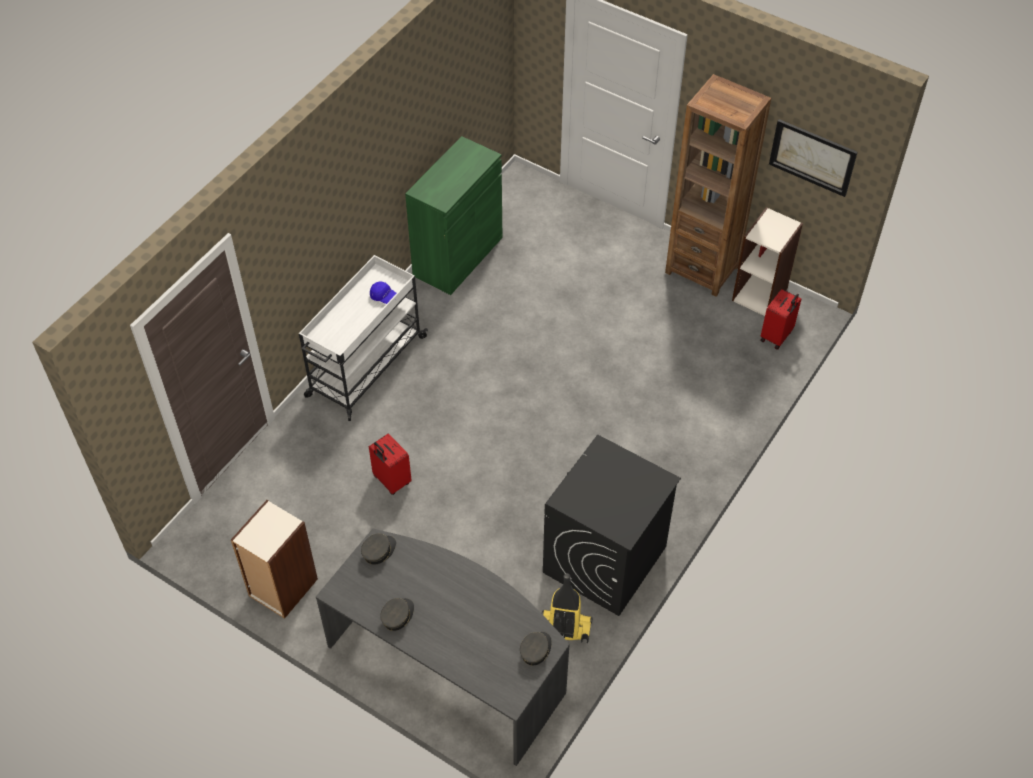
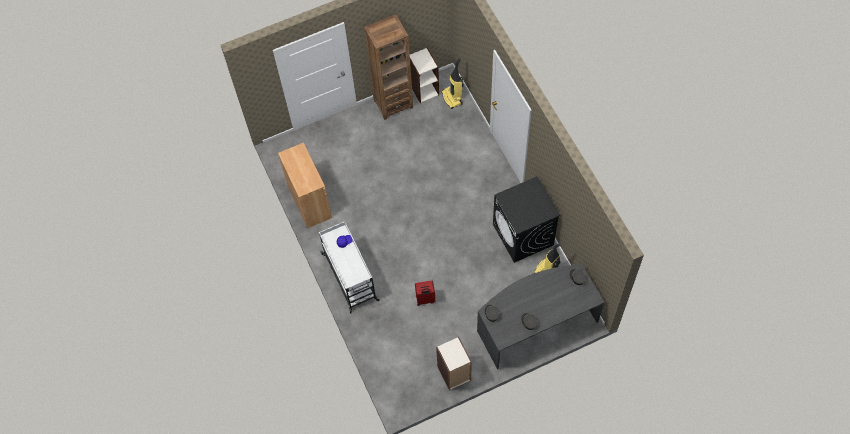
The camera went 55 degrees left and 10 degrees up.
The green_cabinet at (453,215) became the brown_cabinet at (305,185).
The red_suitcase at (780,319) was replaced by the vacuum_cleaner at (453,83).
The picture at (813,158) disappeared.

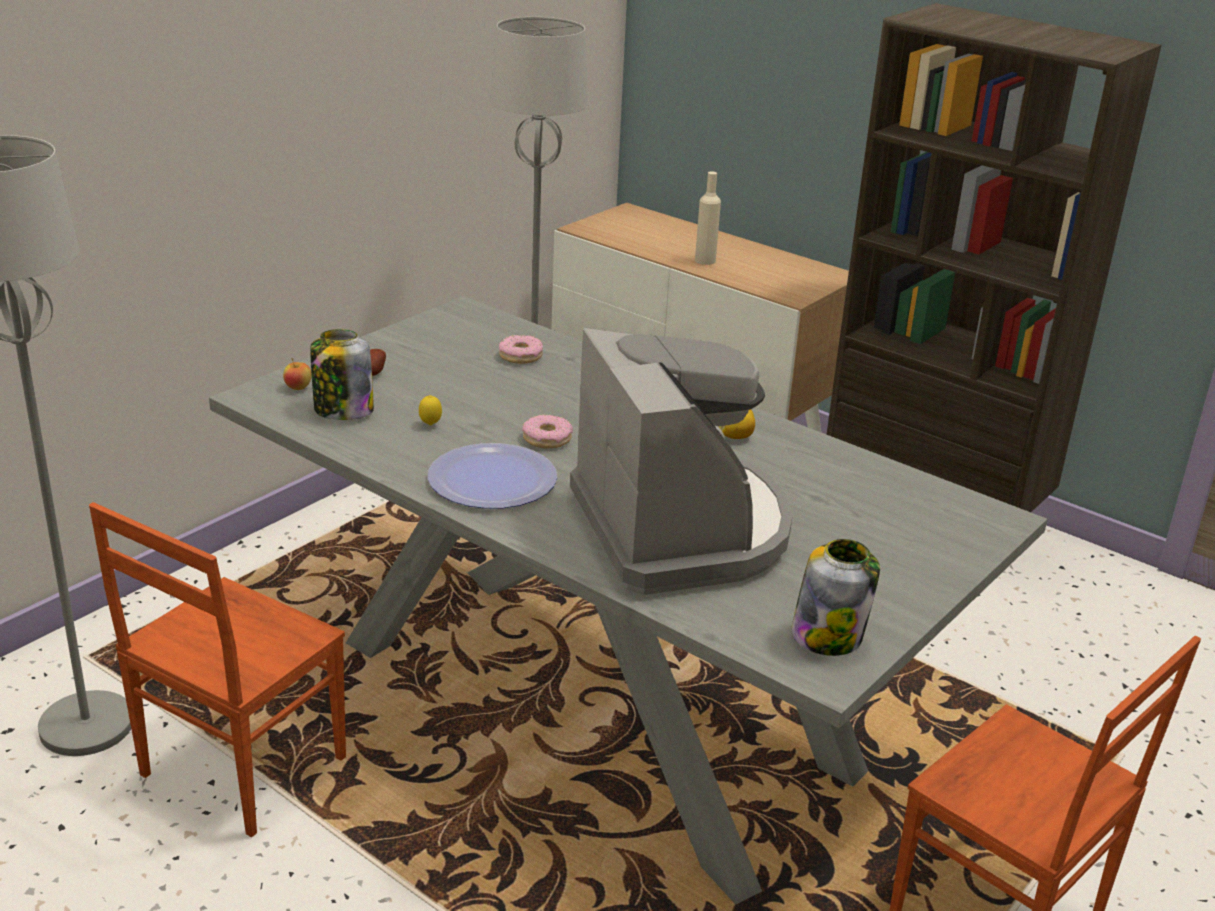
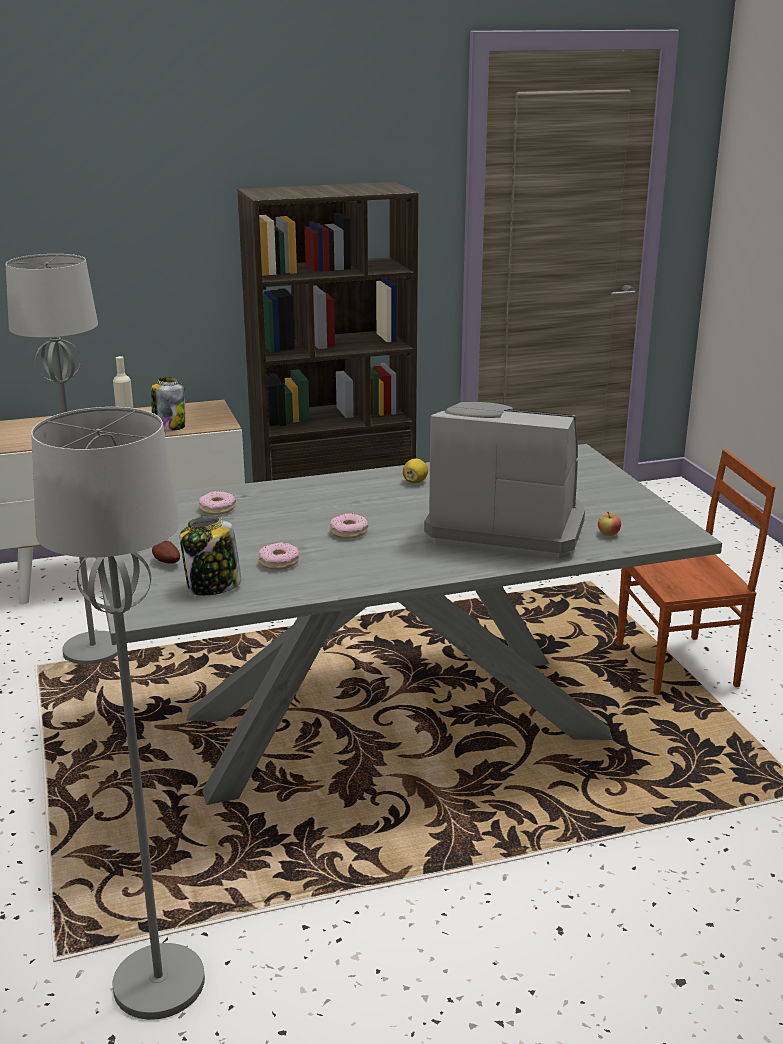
The camera went 55 degrees left and 5 degrees down.
The jar moved from (835,597) to (168,404).
The lemon at (430,410) was replaced by the donut at (279,556).
The apple moved from (297,374) to (609,524).
The brown_chair at (217,669) disappeared.
The plate at (492,476) disappeared.

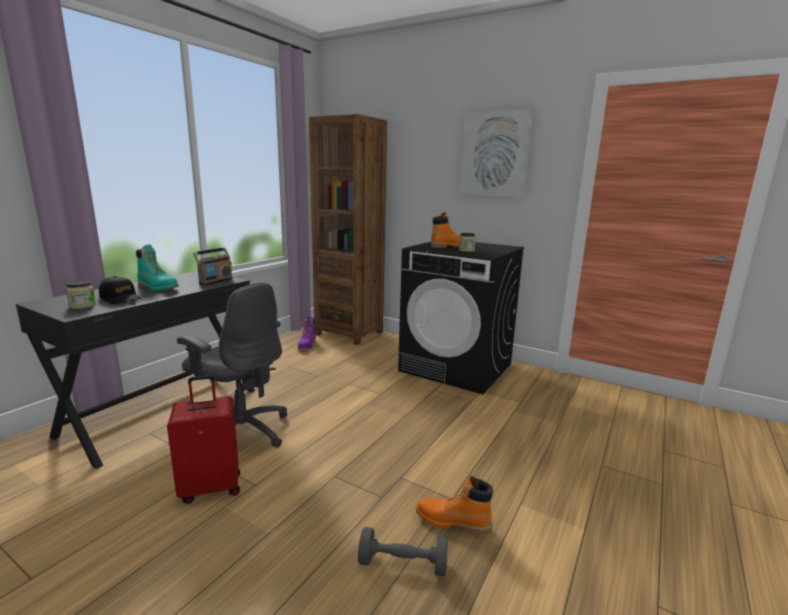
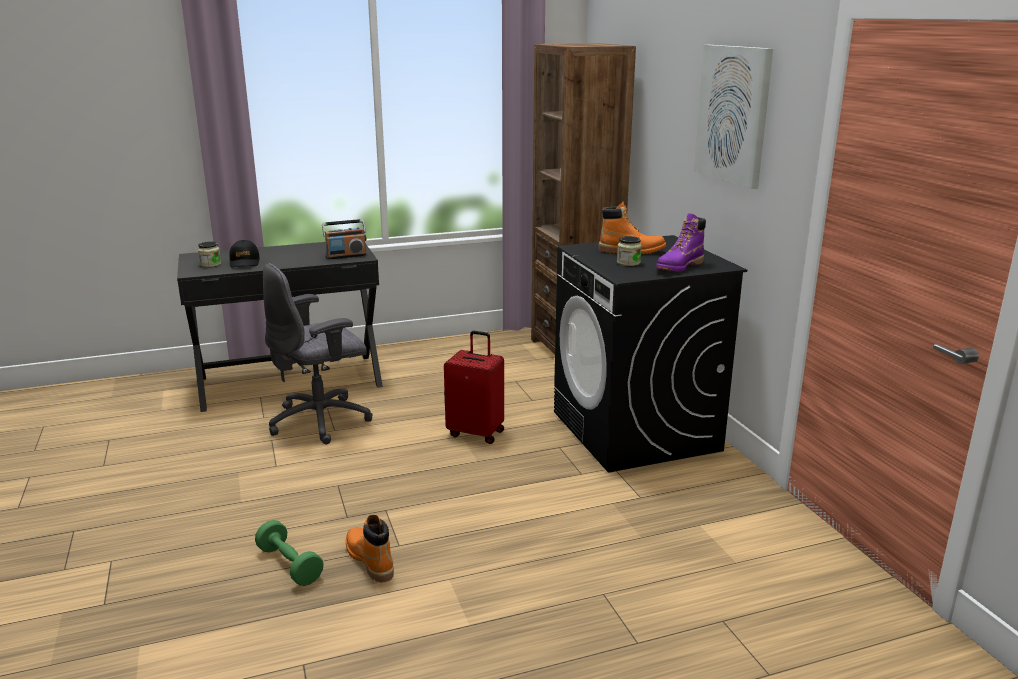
The camera went 40 degrees right and 5 degrees up.
The grey_dumbbell at (403,551) became the green_dumbbell at (289,553).
The grey_office_chair at (232,365) turned 75 degrees clockwise.
The red_suitcase moved from (203,439) to (474,387).
The purple_boot moved from (307,333) to (681,242).
The turquoise_boot at (157,268) disappeared.

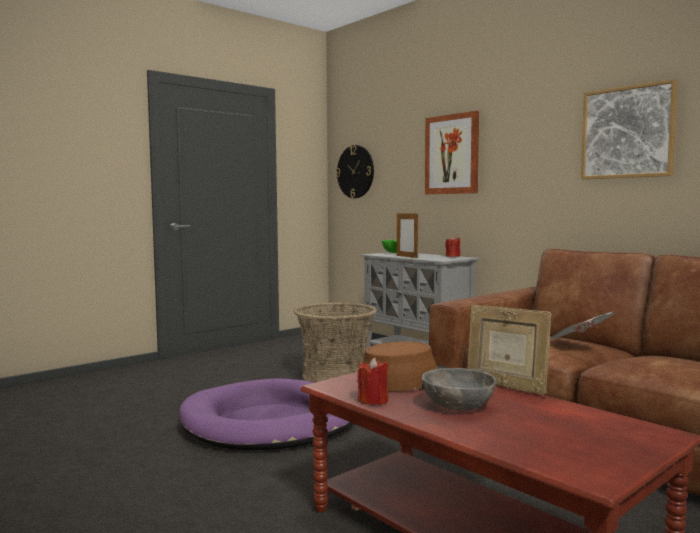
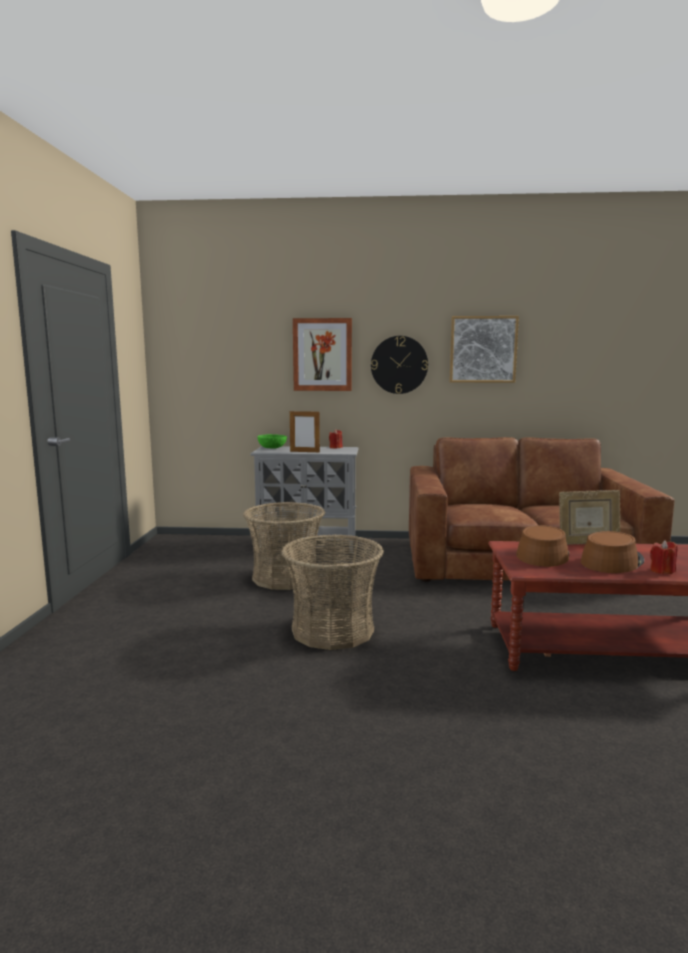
The camera went 45 degrees left and 5 degrees up.
The purple_dog_bed at (266,414) was replaced by the basket at (332,592).
The wall_clock moved from (355,171) to (399,365).
The grey_bowl at (459,389) was replaced by the brown_hat at (612,552).
The red_candle moved from (373,381) to (663,557).
The newspaper at (582,325) disappeared.

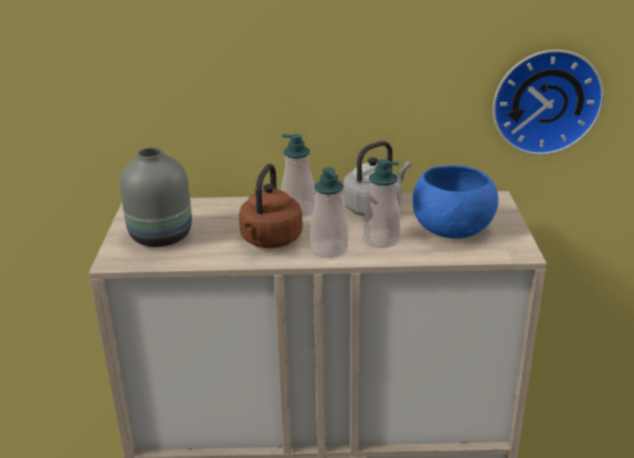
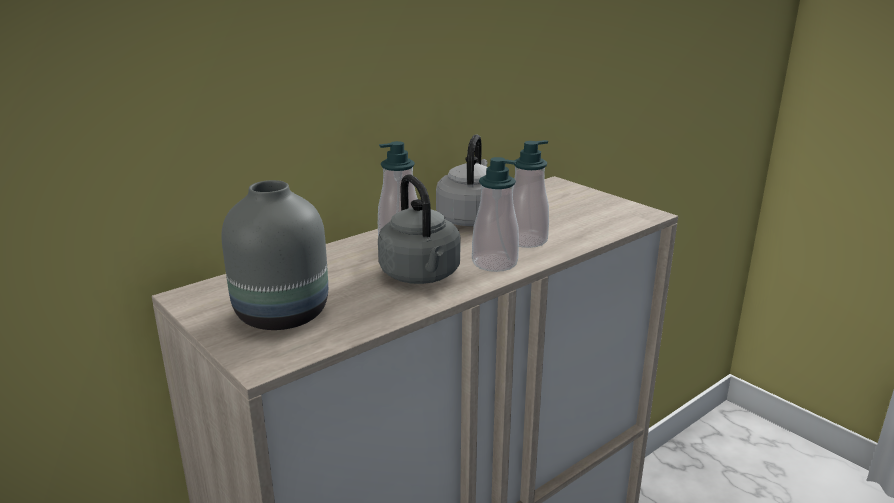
The camera went 40 degrees left and 5 degrees down.
The brown_kettle at (271,206) became the grey_kettle at (419,229).
The blue_bowl at (455,201) disappeared.
The wall_clock at (548,102) disappeared.

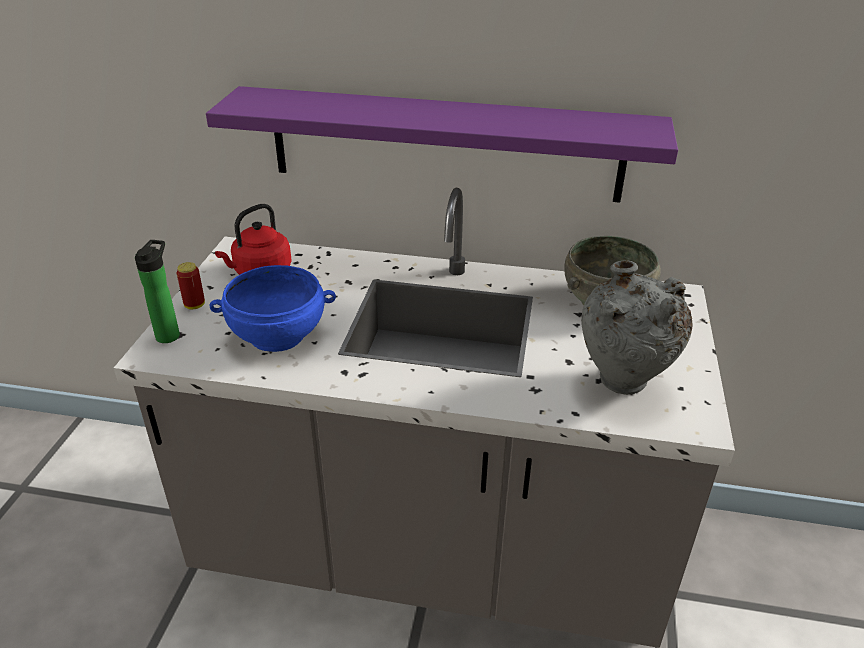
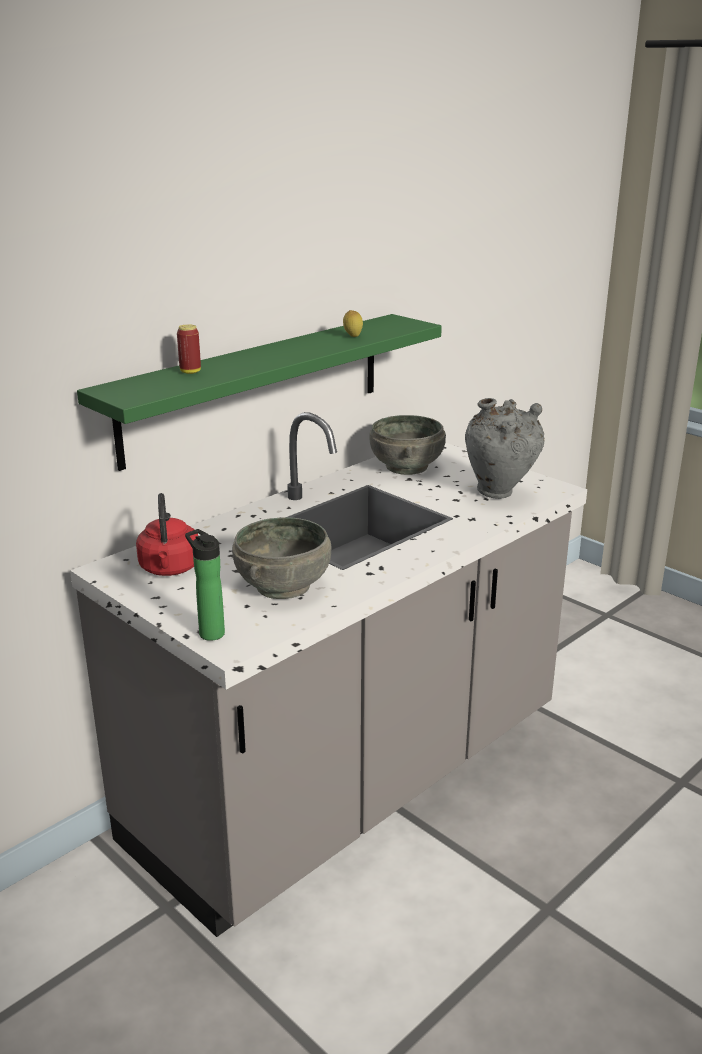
The camera went 55 degrees left and 10 degrees down.
The purple_shelf at (442,144) became the green_shelf at (259,392).
The can moved from (191,285) to (189,349).
The blue_bowl at (273,308) became the grey_bowl at (282,558).
The lemon at (353,323) appeared.

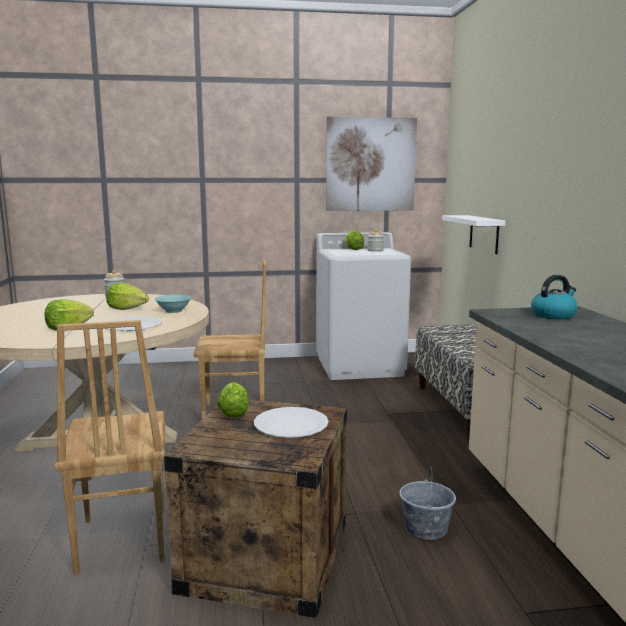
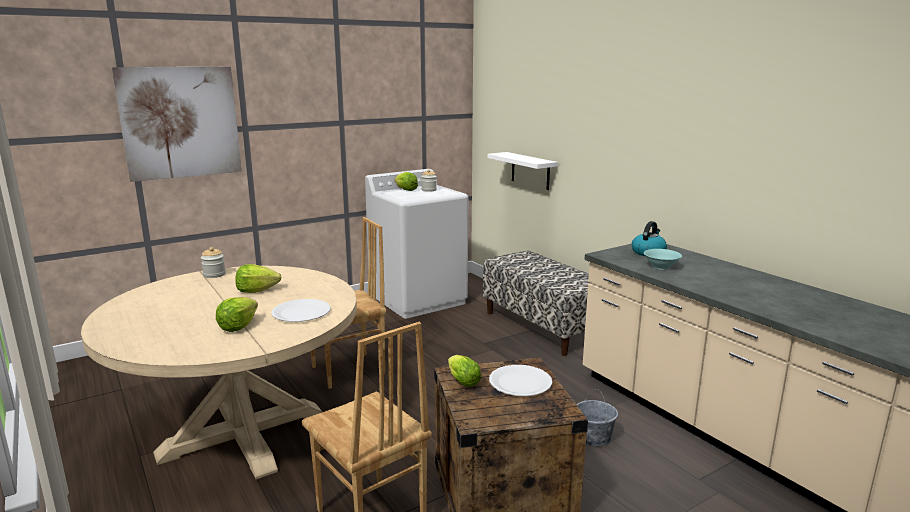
The camera went 25 degrees left and 5 degrees up.
The picture moved from (371,164) to (177,124).
The turquoise_bowl moved from (173,304) to (663,259).

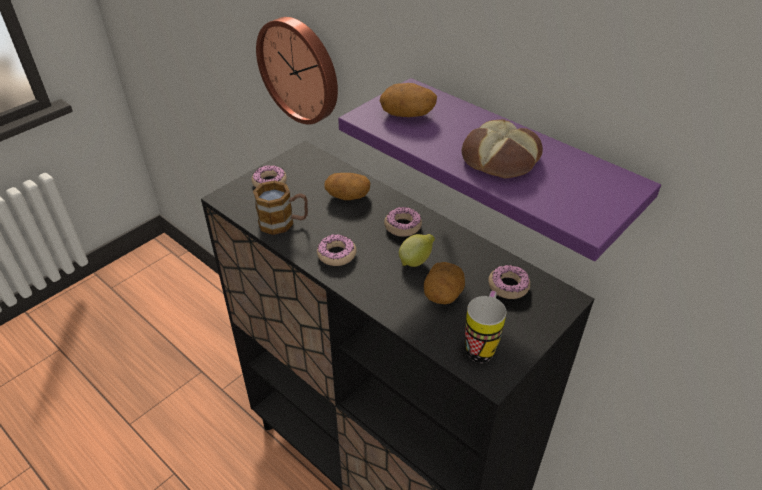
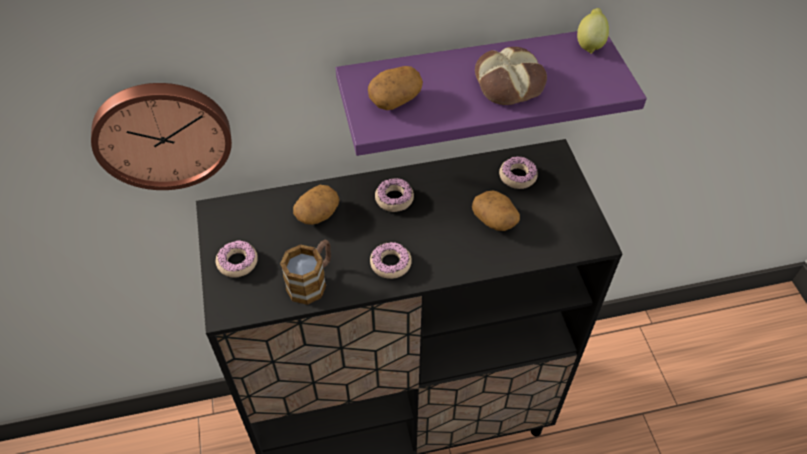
The camera went 55 degrees left and 10 degrees up.
The lemon moved from (417,250) to (593,31).
The mug at (485,327) disappeared.

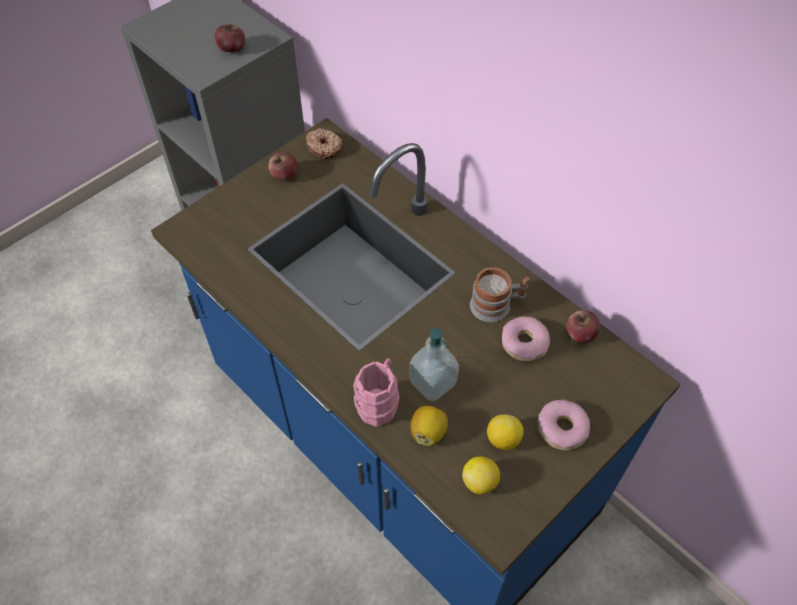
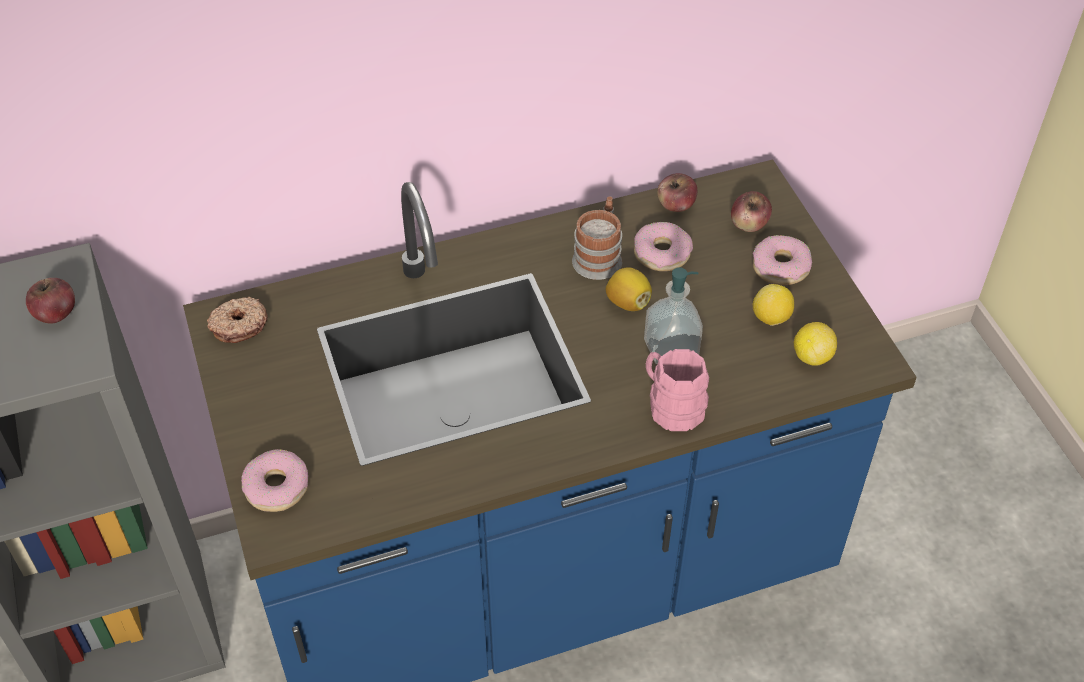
The camera went 65 degrees left and 5 degrees down.
The donut at (275,480) appeared.
The lemon moved from (429,426) to (629,289).
The apple moved from (283,166) to (751,211).

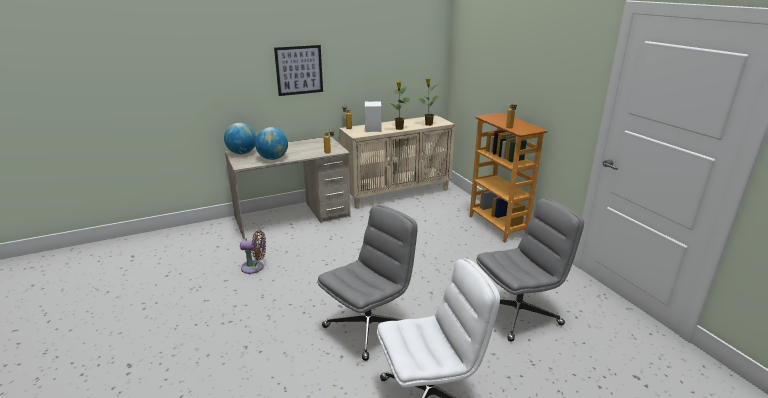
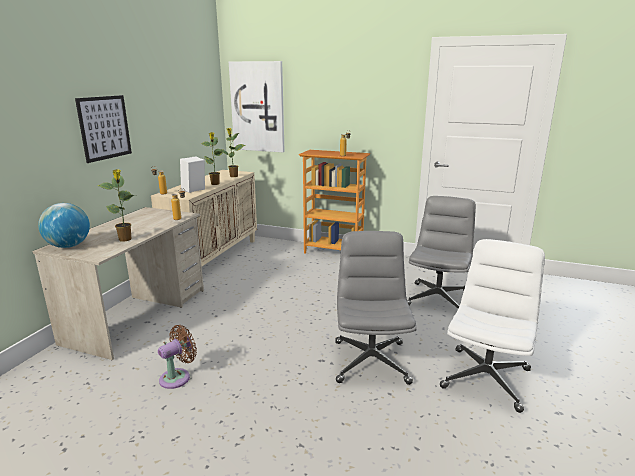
The camera went 45 degrees left and 5 degrees down.
The globe at (271,143) was replaced by the potted_plant at (117,205).
The picture at (257,106) appeared.

